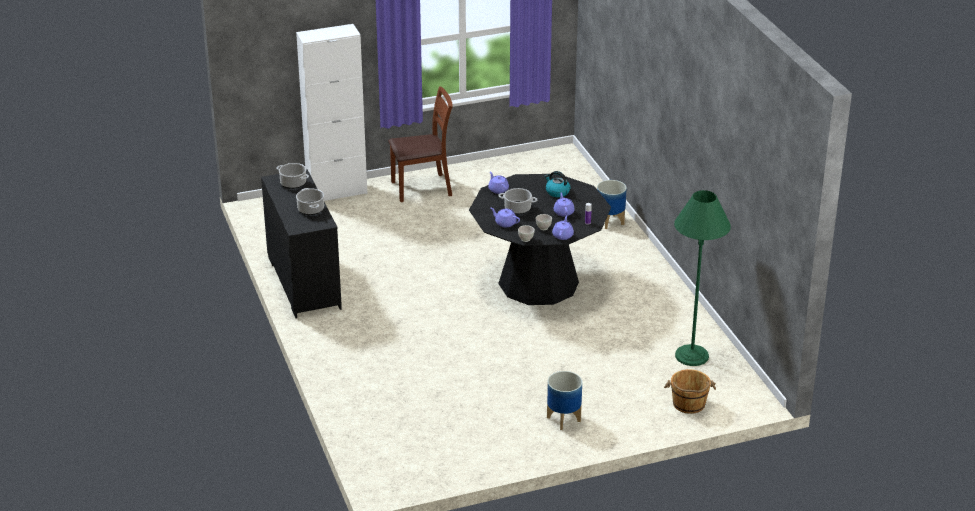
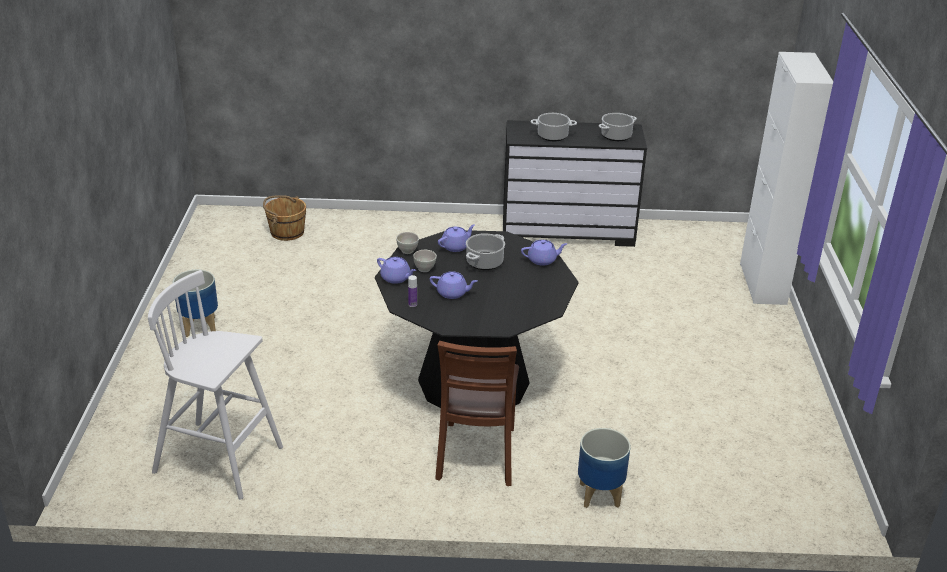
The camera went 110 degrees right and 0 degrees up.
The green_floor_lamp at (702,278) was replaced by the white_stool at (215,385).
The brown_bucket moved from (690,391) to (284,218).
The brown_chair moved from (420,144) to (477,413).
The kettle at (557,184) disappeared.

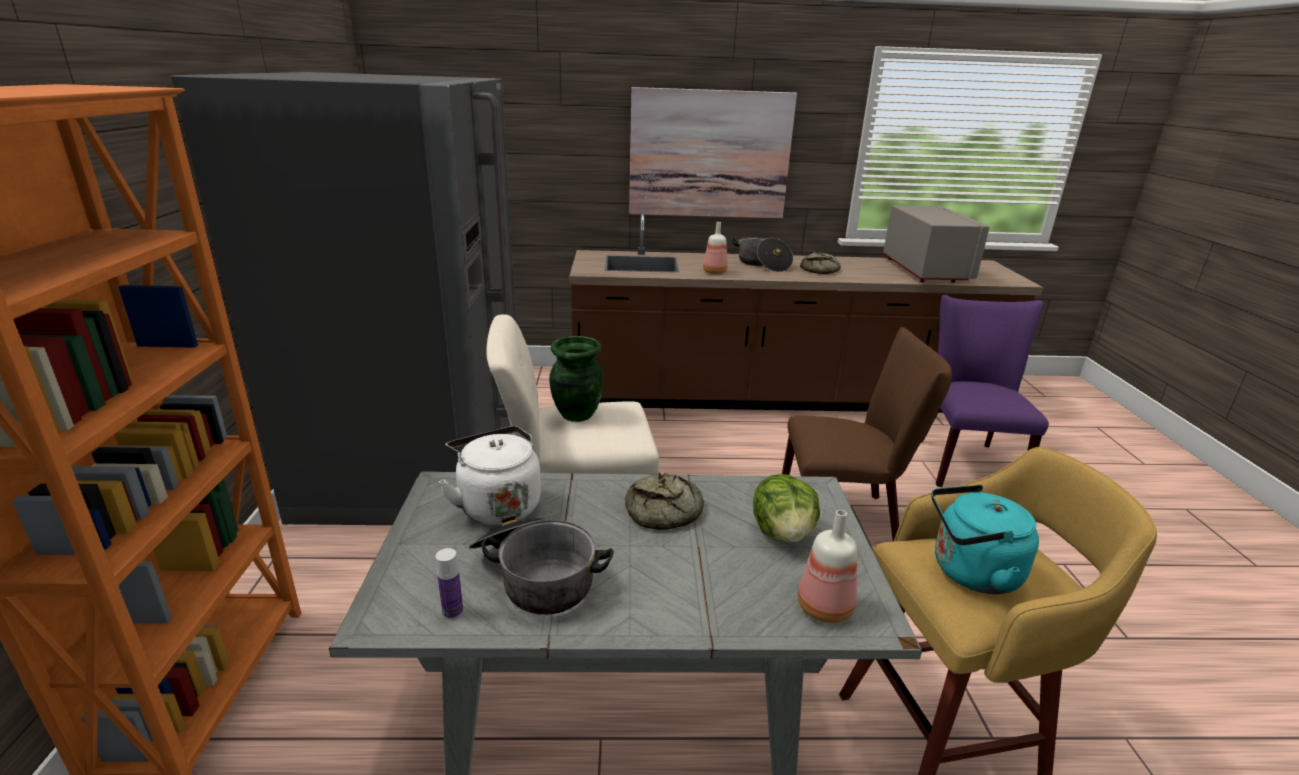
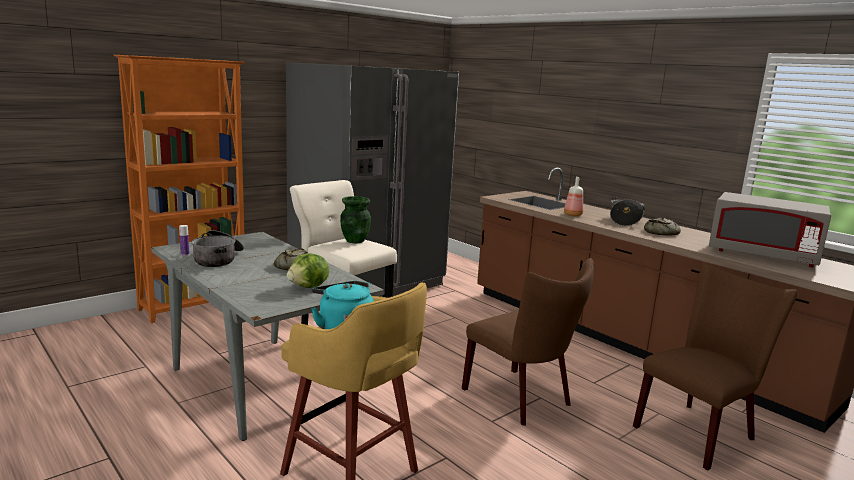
The camera went 50 degrees right and 10 degrees down.
The purple_chair at (985,391) became the brown_chair at (715,366).
The grey_microwave at (936,244) turned 75 degrees clockwise.
The white_kettle at (489,475) disappeared.
The picture at (713,152) disappeared.
The bottle at (827,566) disappeared.

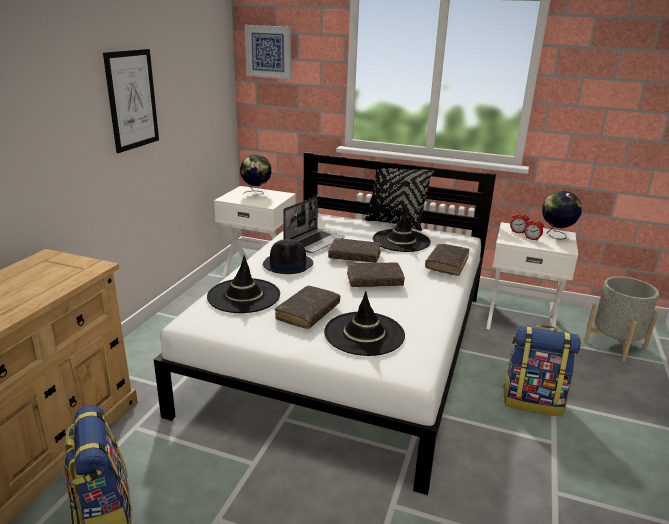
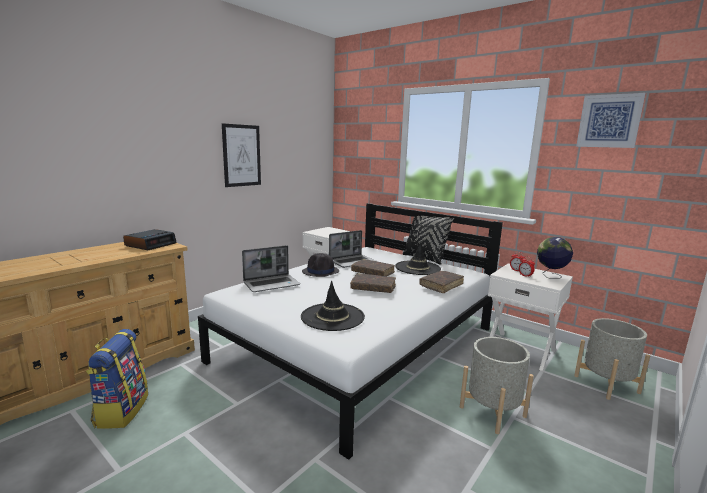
The camera went 20 degrees right and 10 degrees down.
The alarm_clock at (149,239) appeared.
The black_hat at (243,284) was replaced by the laptop at (271,268).
The backpack at (542,370) was replaced by the grey_planter at (497,385).
The picture moved from (268,52) to (611,120).
The globe at (256,174) disappeared.
The brown_book at (307,307) disappeared.

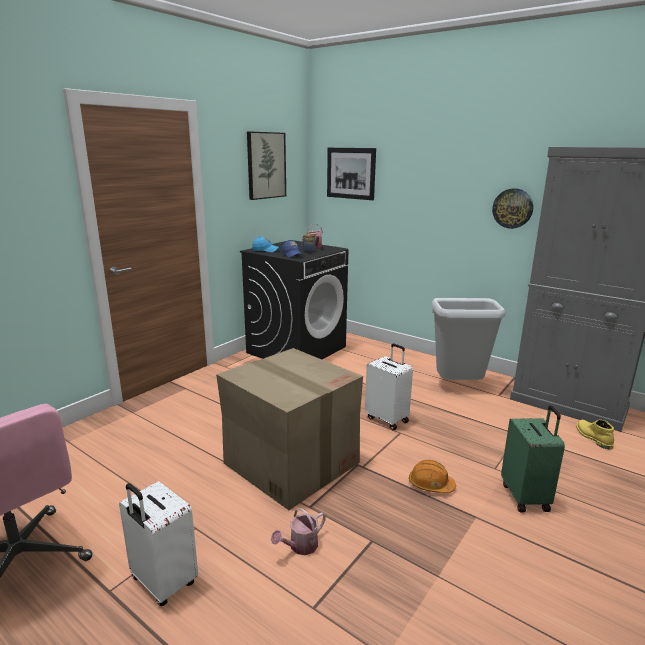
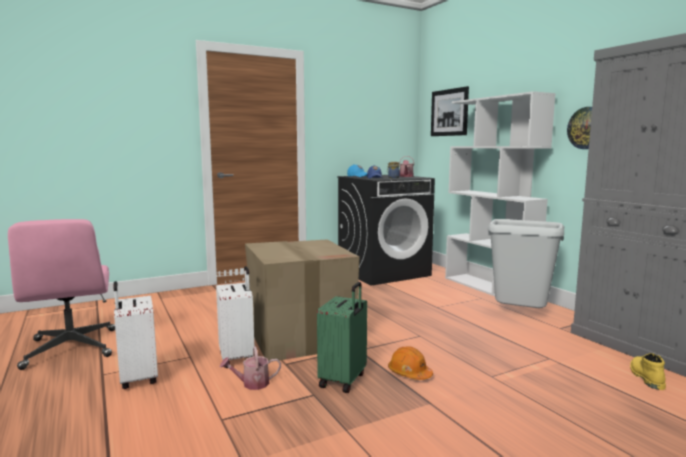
The camera went 25 degrees right and 10 degrees down.
The white_suitcase moved from (389,387) to (235,317).
The green_suitcase moved from (533,459) to (342,337).
The white_bookcase at (500,193) appeared.
The picture at (266,165) disappeared.

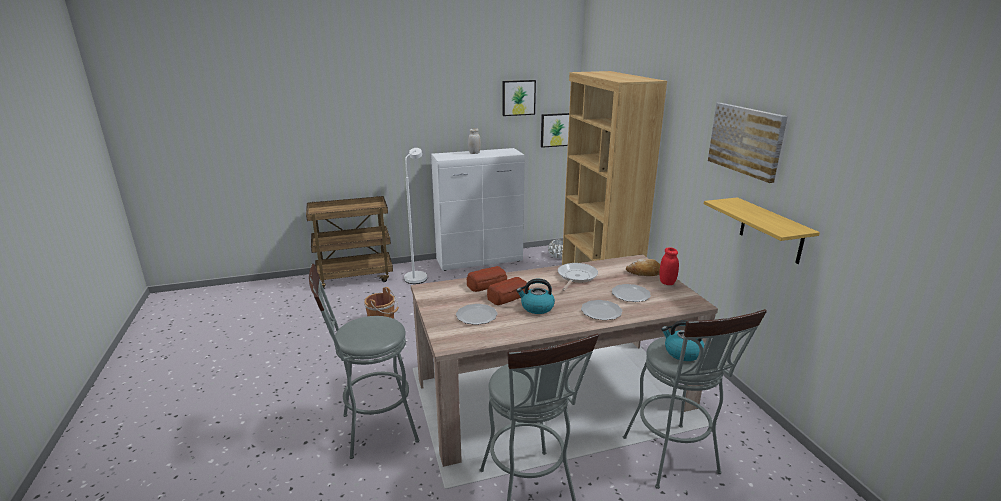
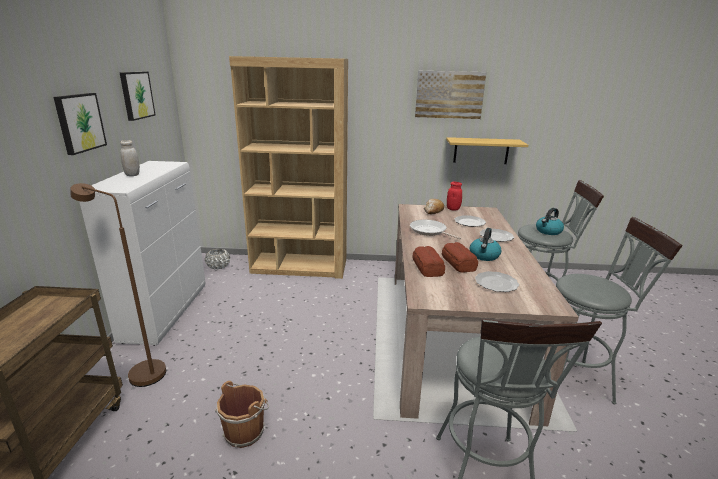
The camera went 70 degrees left and 0 degrees up.
The picture moved from (555,130) to (80,124).
The white_floor_lamp at (415,216) became the brown_floor_lamp at (118,285).

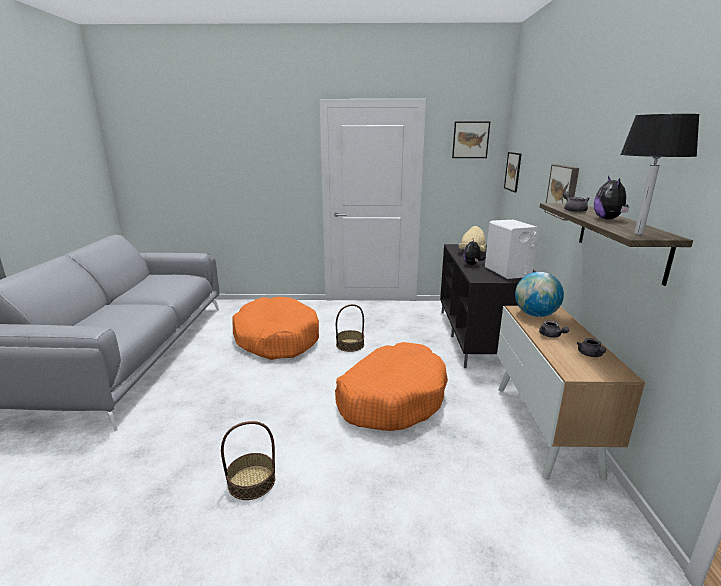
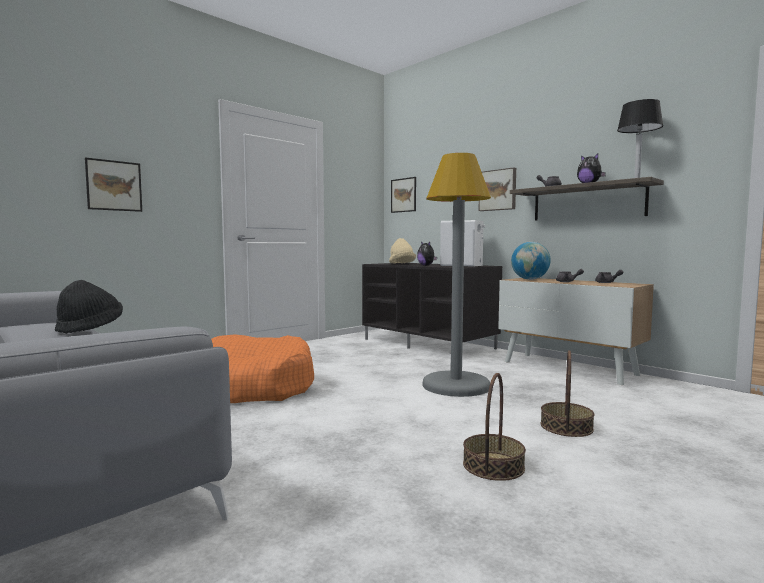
The camera went 45 degrees left and 15 degrees down.
The black_hat at (89,307) appeared.
The picture moved from (471,139) to (113,184).
The orange_dog_bed at (391,386) was replaced by the grey_floor_lamp at (457,275).
The basket moved from (350,328) to (567,393).

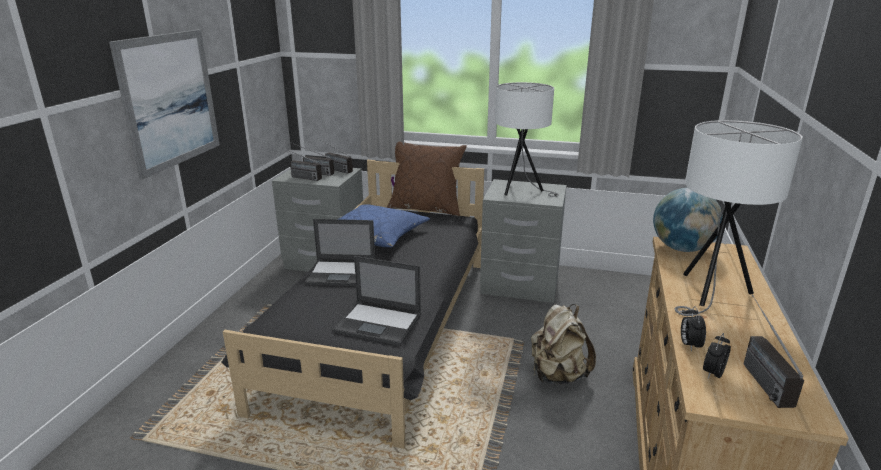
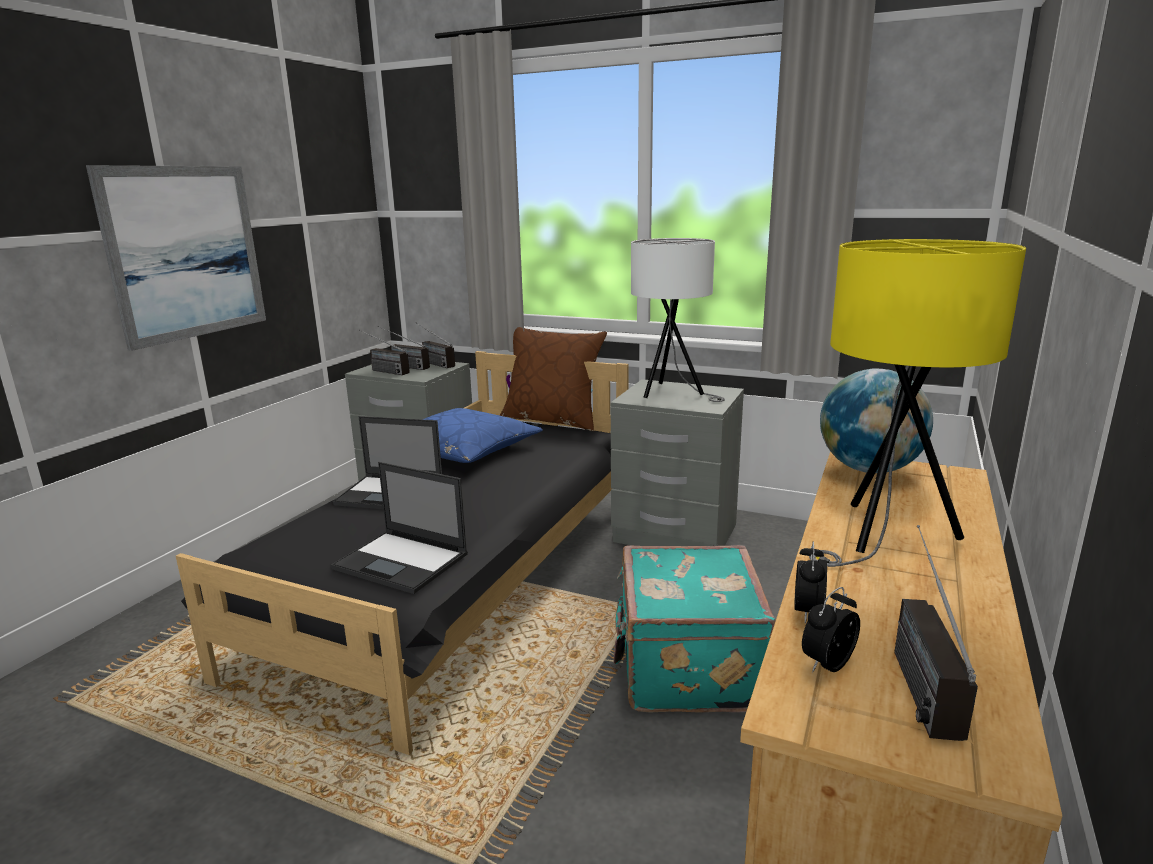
The camera went 10 degrees right and 5 degrees down.
The beige_backpack at (563,344) was replaced by the turquoise_suitcase at (694,628).
The white_table_lamp at (738,218) became the yellow_table_lamp at (917,403).

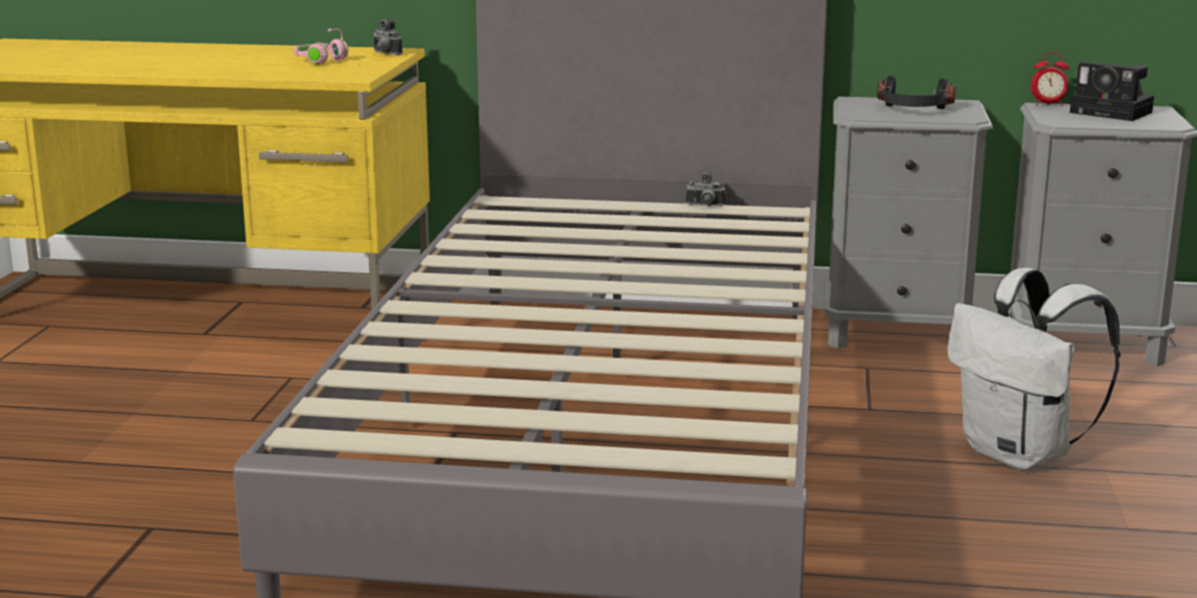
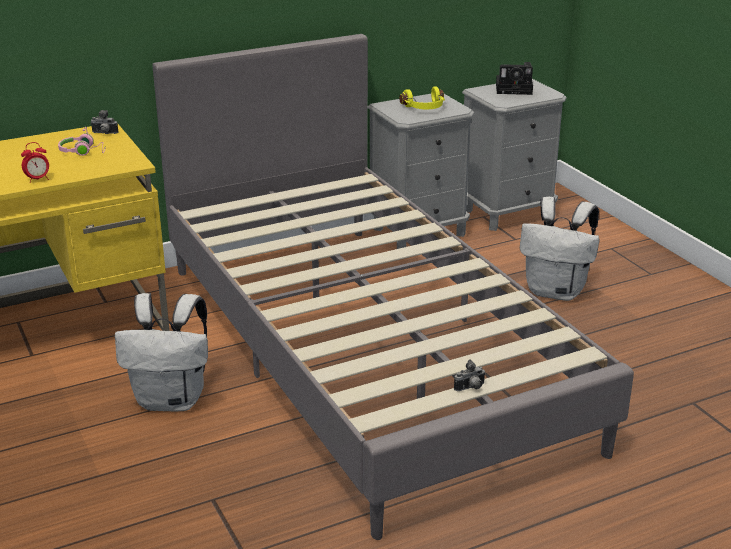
The camera went 35 degrees left and 10 degrees up.
The alarm_clock moved from (1050,79) to (35,162).
The white_backpack at (161,352) appeared.
The black_headphones at (916,92) became the yellow_headphones at (422,97).
The photo_camera moved from (706,188) to (469,375).

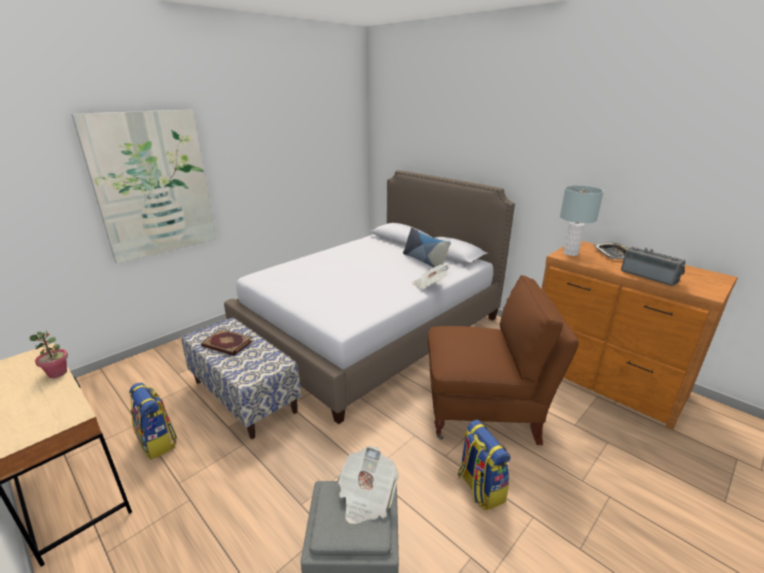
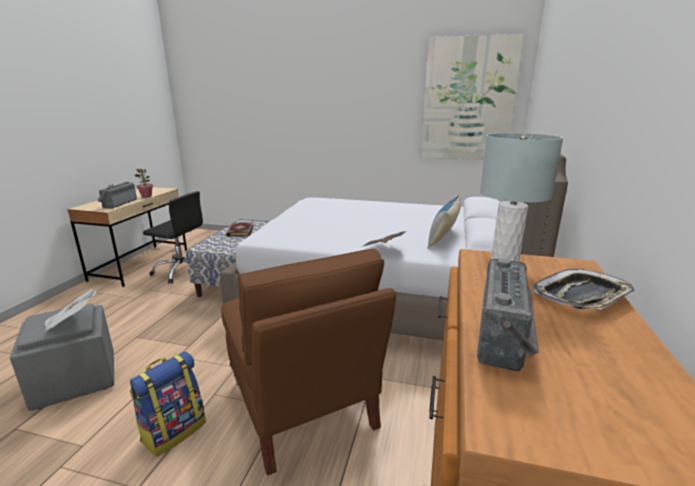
The camera went 60 degrees right and 5 degrees down.
The radio at (117,195) appeared.
The backpack at (153,421) was replaced by the black_office_chair at (173,237).
The picture moved from (144,186) to (472,97).

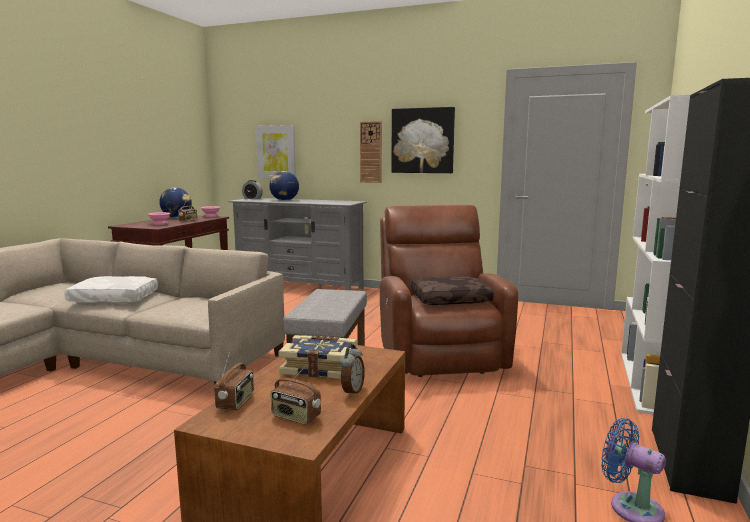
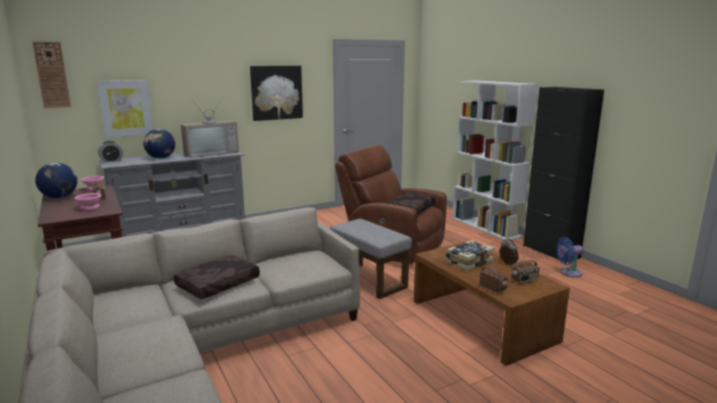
The camera went 50 degrees left and 5 degrees up.
The wall_clock moved from (371,152) to (51,74).
The white_pillow at (111,289) became the brown_pillow at (216,277).
The television at (210,127) appeared.

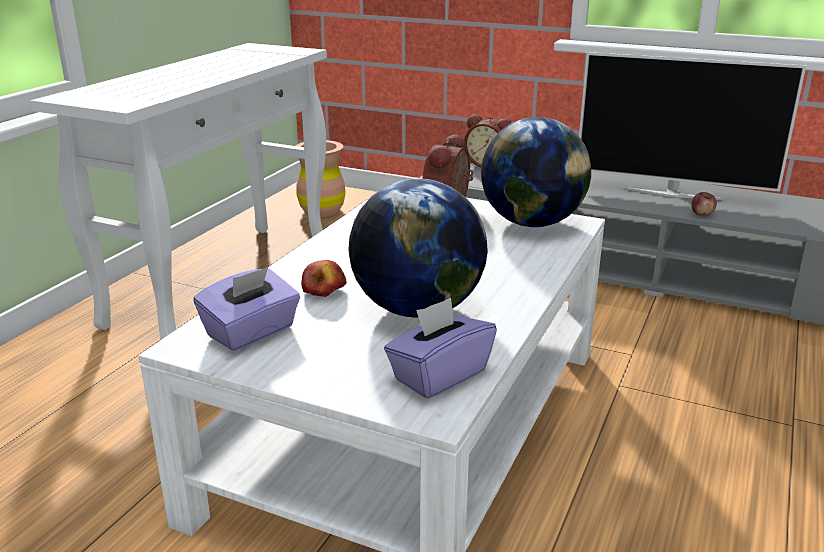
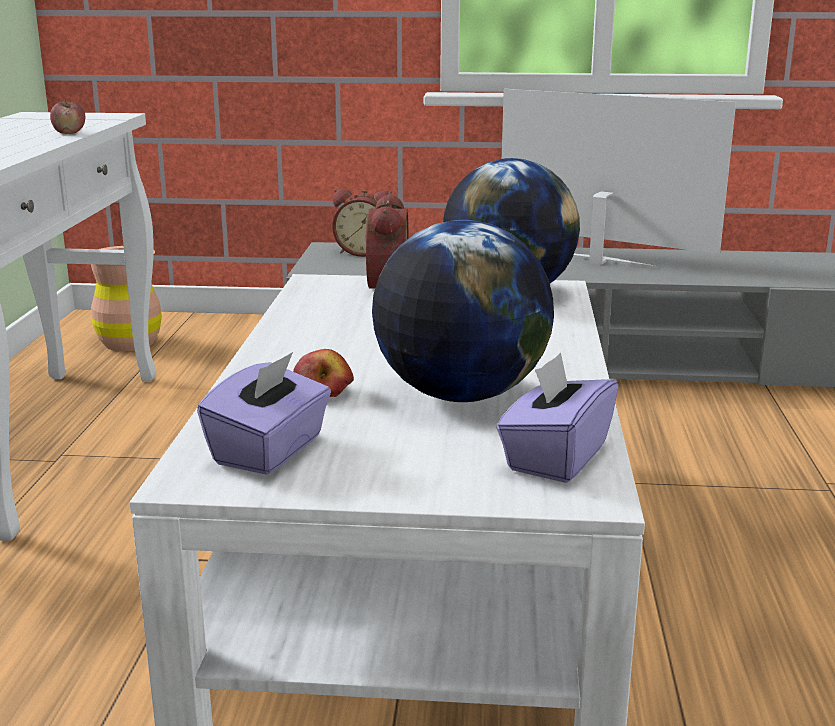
The camera went 20 degrees left and 5 degrees down.
The apple moved from (704,204) to (68,117).
The television at (692,126) turned 150 degrees counterclockwise.

